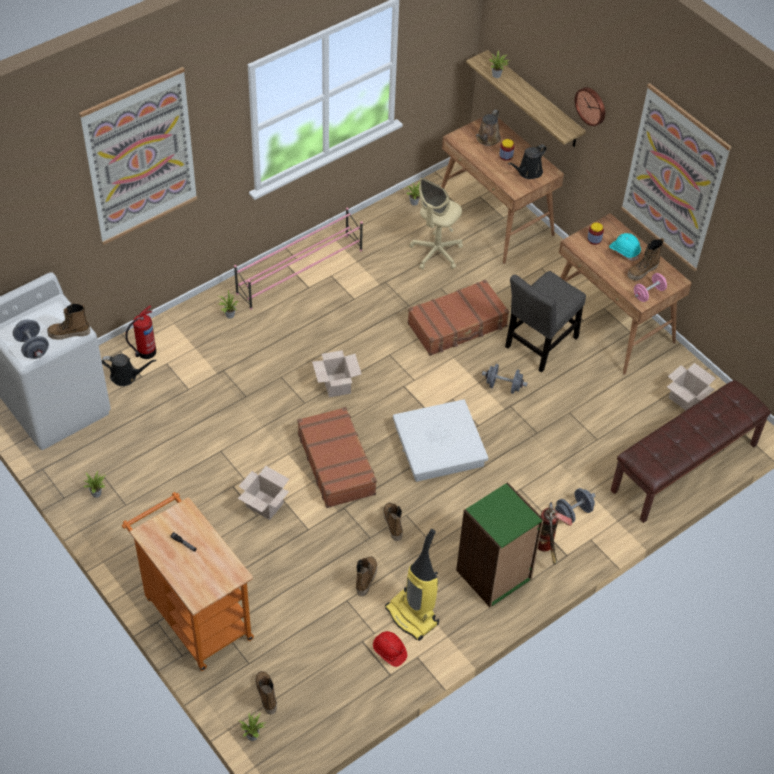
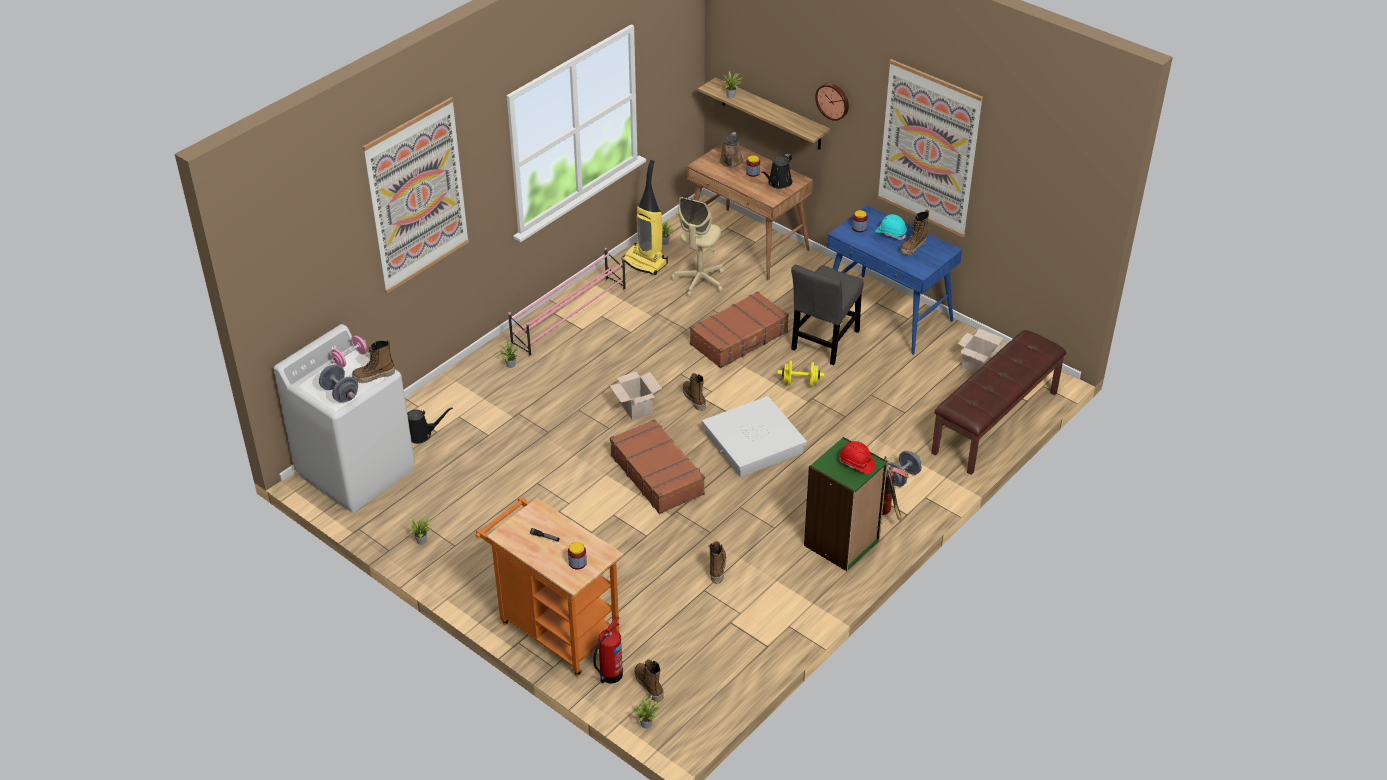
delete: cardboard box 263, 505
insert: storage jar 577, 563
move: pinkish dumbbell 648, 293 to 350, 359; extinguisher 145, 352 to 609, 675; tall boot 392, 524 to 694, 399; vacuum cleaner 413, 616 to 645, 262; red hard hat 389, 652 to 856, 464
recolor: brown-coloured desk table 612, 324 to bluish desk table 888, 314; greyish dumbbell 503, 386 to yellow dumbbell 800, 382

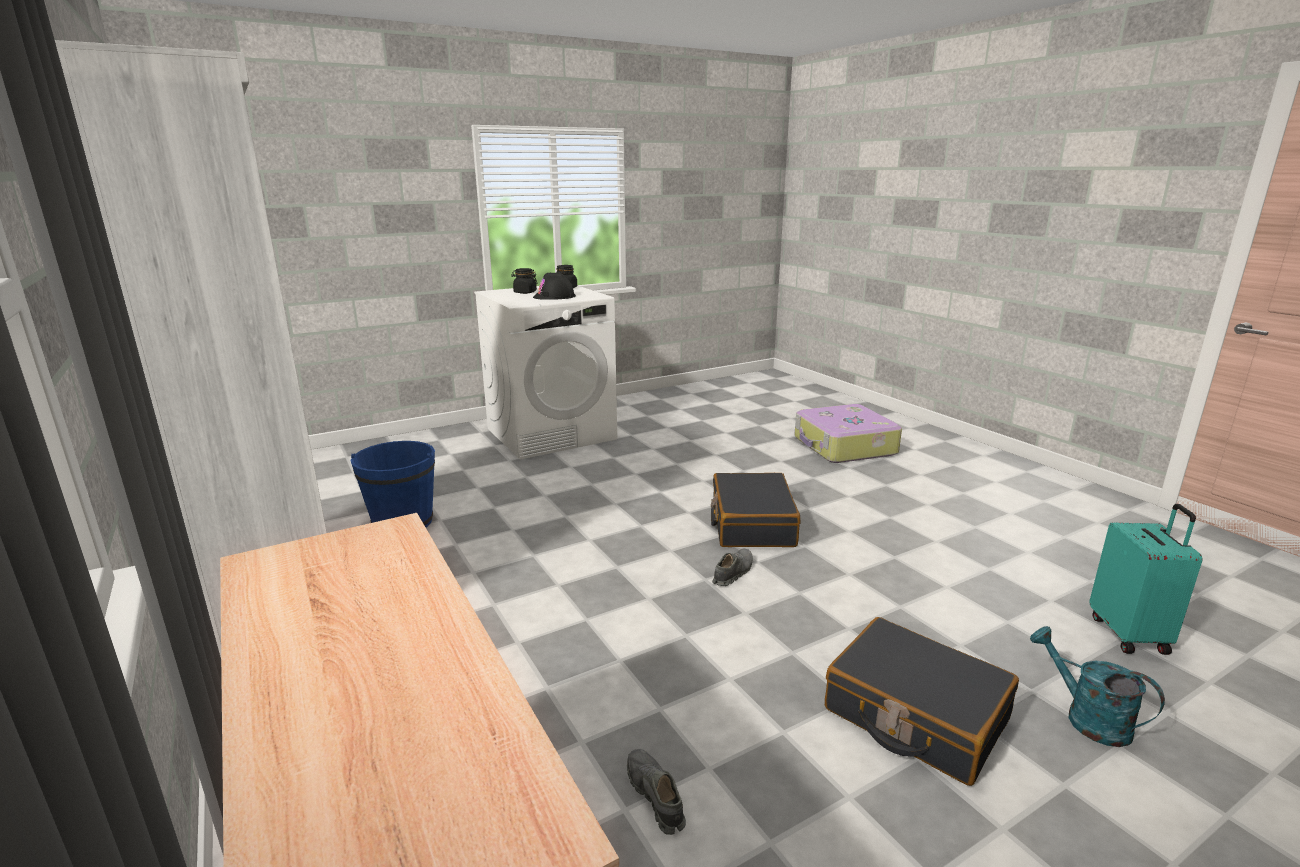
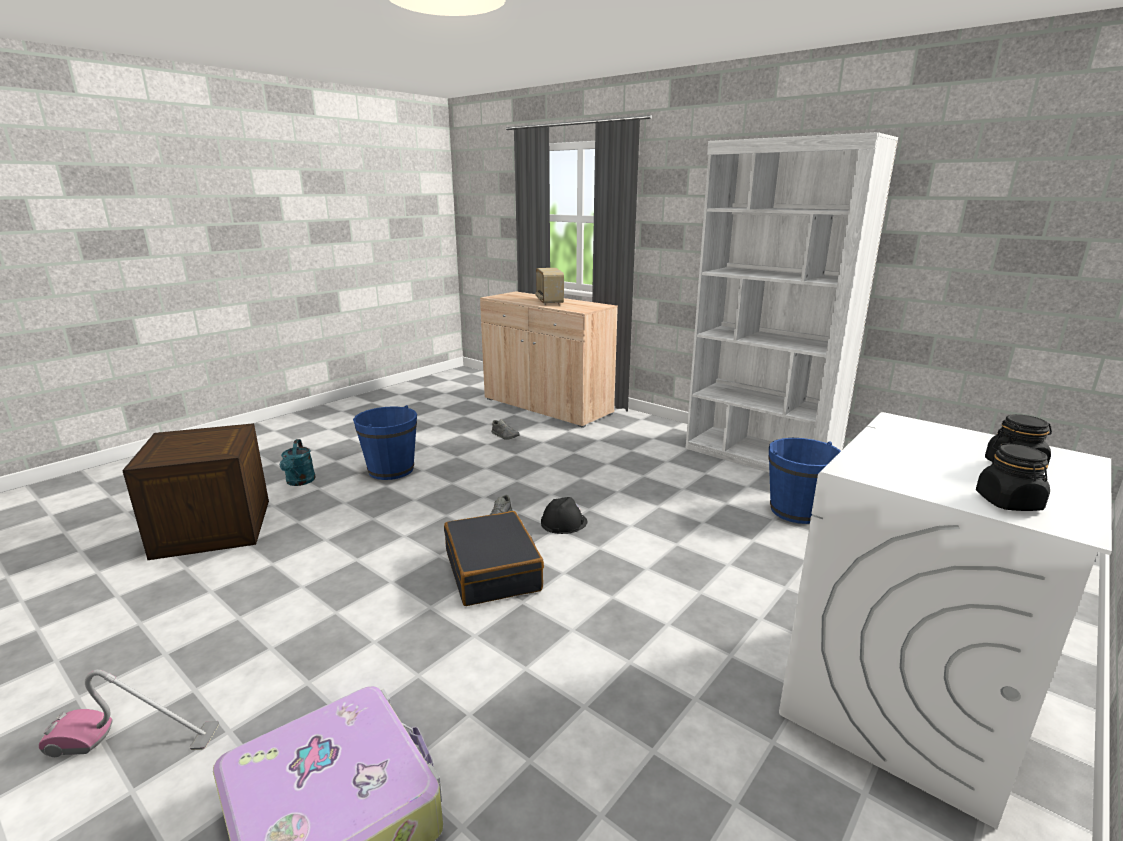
insert: radio set 549, 301; vacuum cleaner 133, 739
move: black-coloured hard hat 554, 296 to 564, 522
replace: turquoise-coloured piece of luggage 1130, 634 to crate 213, 528; black-coloured piece of luggage 914, 715 to bluish pail 391, 470
rotate: turquoise-coloured sprinkling can 1086, 718 = 299, 482 45 degrees clockwise

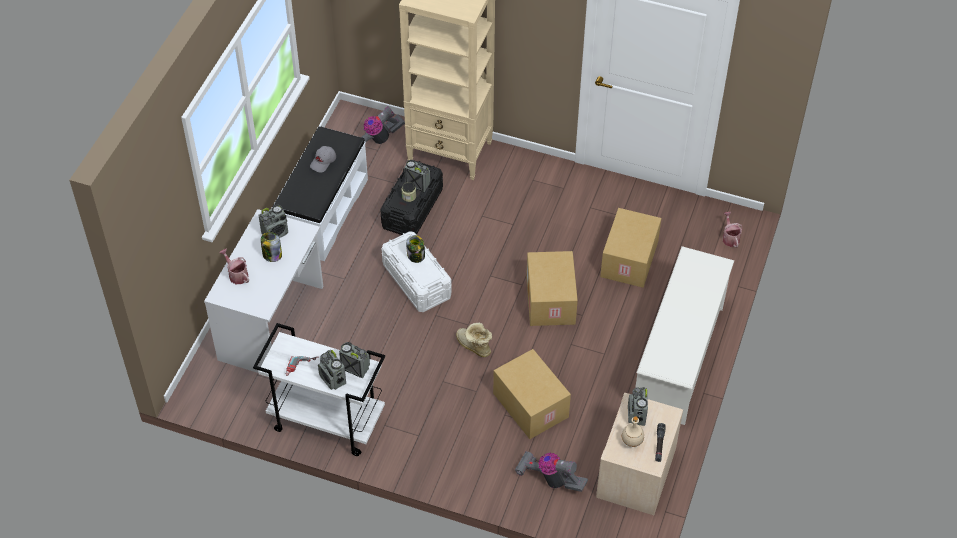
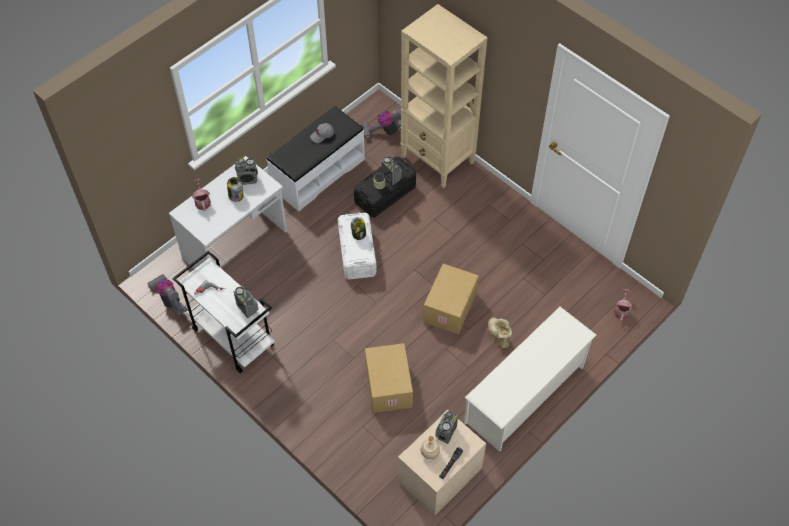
delete: cardboard box 630, 260; radio set 333, 380
move: tall boot 473, 347 to 497, 336; vacuum cleaner 550, 479 to 170, 299

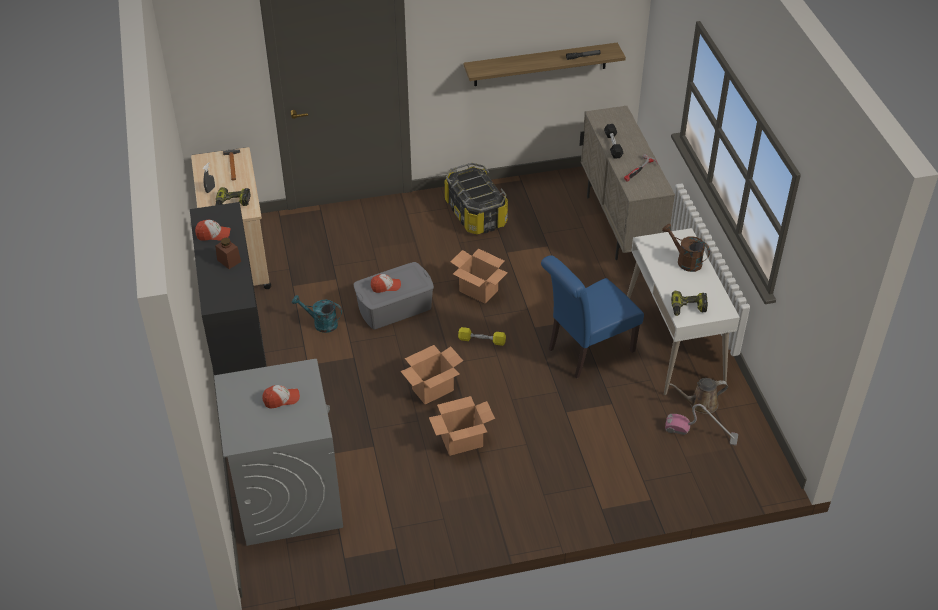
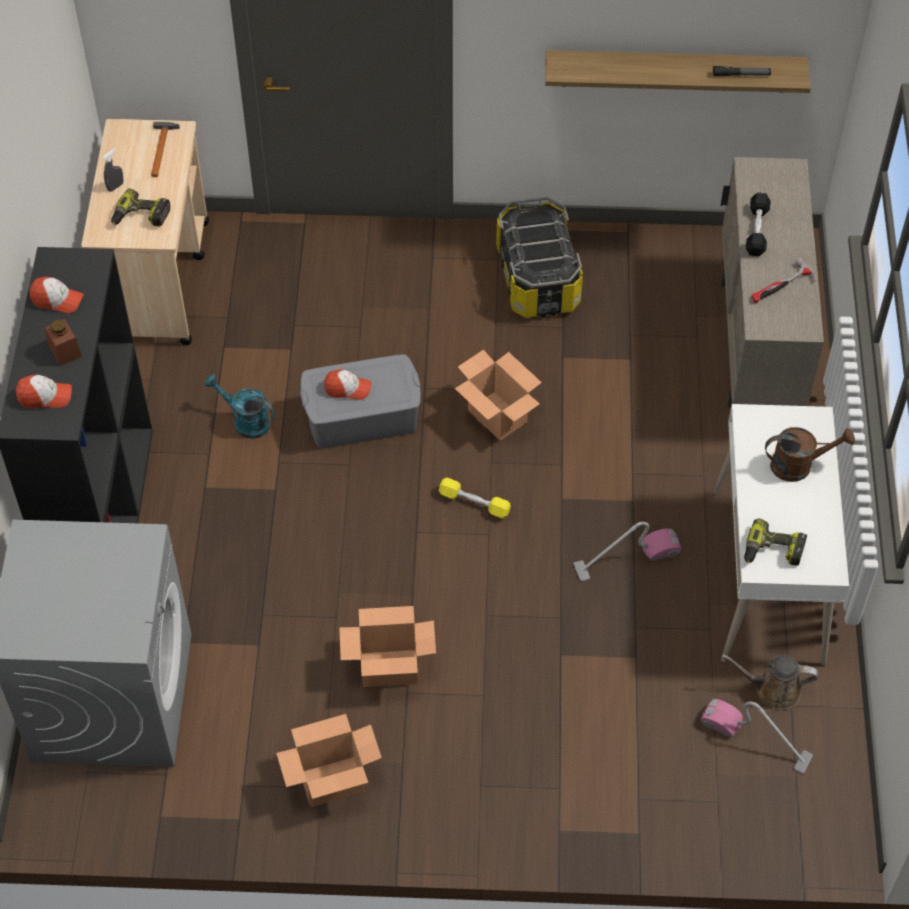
move: cardboard box 432, 390 to 331, 782; baseball cap 281, 399 to 45, 396
replace: bluish chair 586, 351 to vacuum cleaner 627, 558
rotate: brown-coloured sprinkling can 685, 261 = 799, 465 120 degrees clockwise

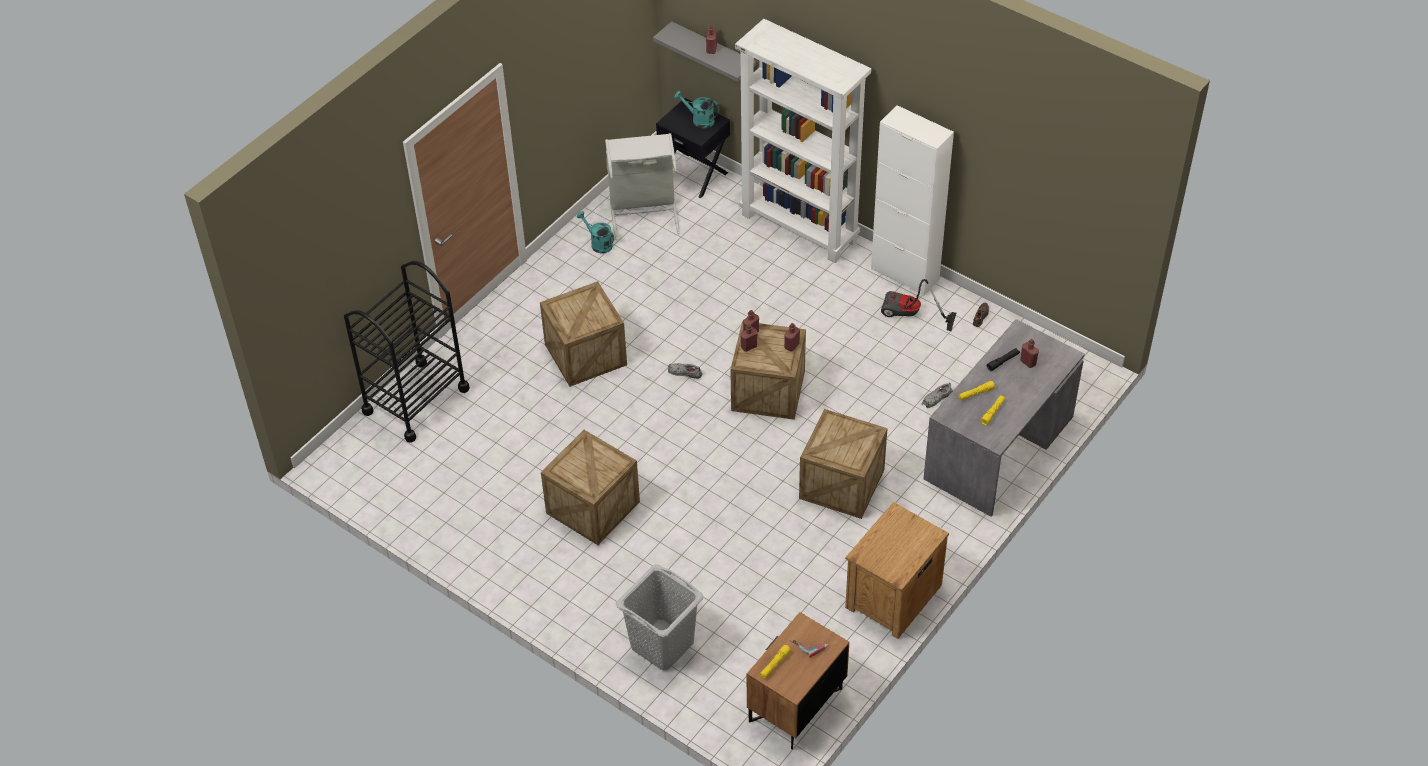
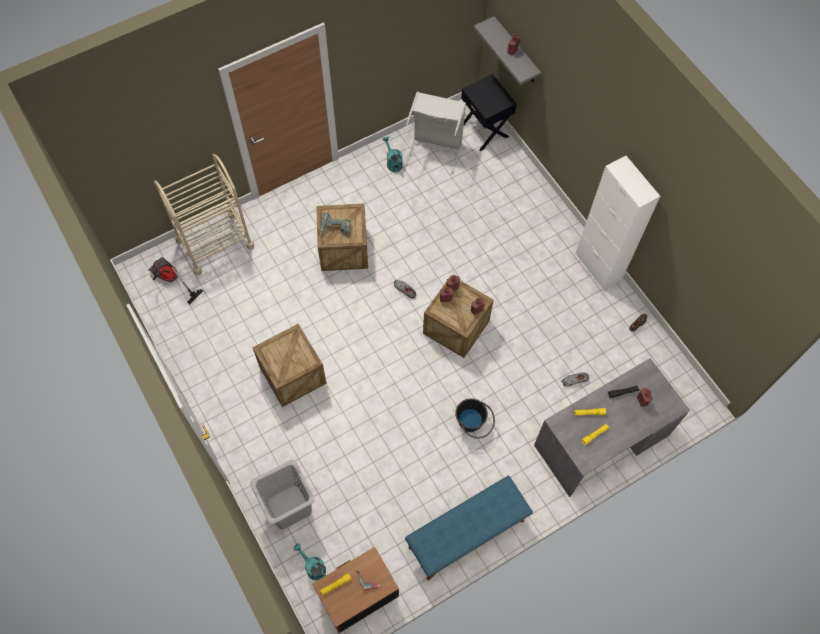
delete: white-coloured shelving unit 800, 228
insert: drill 335, 230
move: turquoise-coloured sprinkling can 699, 120 to 313, 567; vacuum cleaner 910, 315 to 171, 280
replace: crate 841, 484 to black-coloured pail 473, 425; brown-coloured night table 892, 596 to bluish bench 467, 534
recolor: black-coloured trolley 416, 400 to beige trolley 215, 243

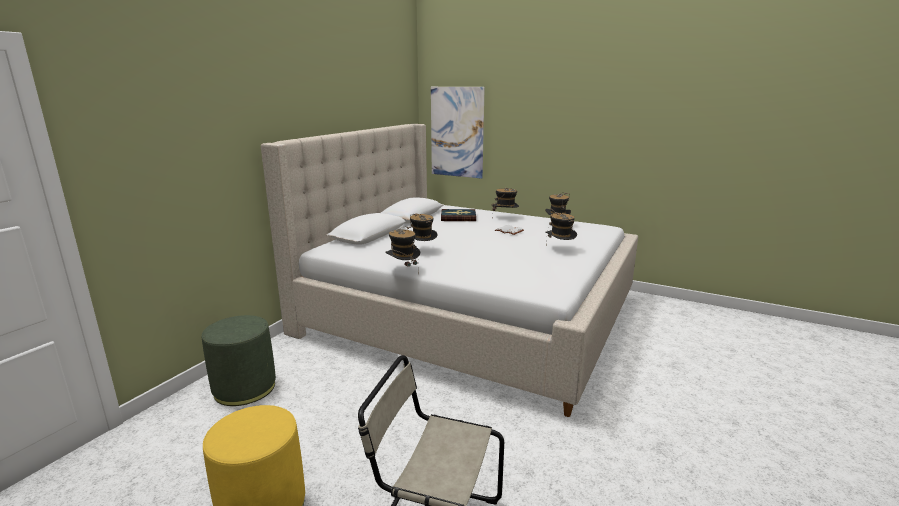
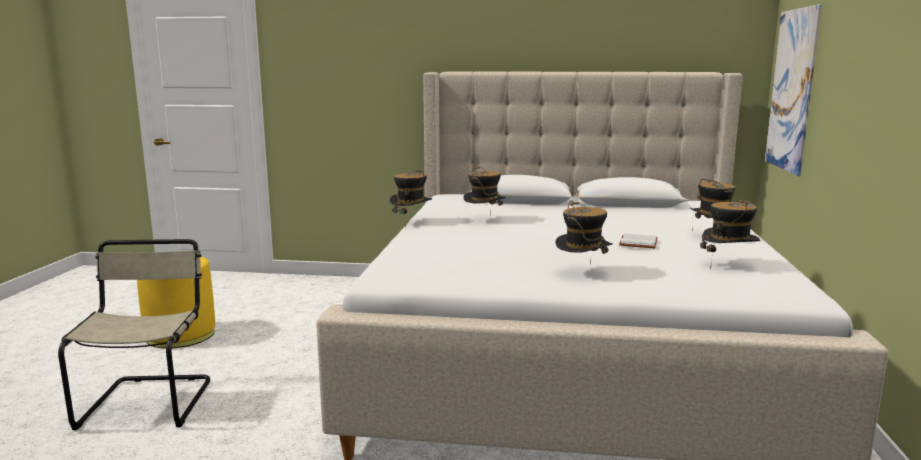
delete: book 458, 217; greenish footrest 245, 388

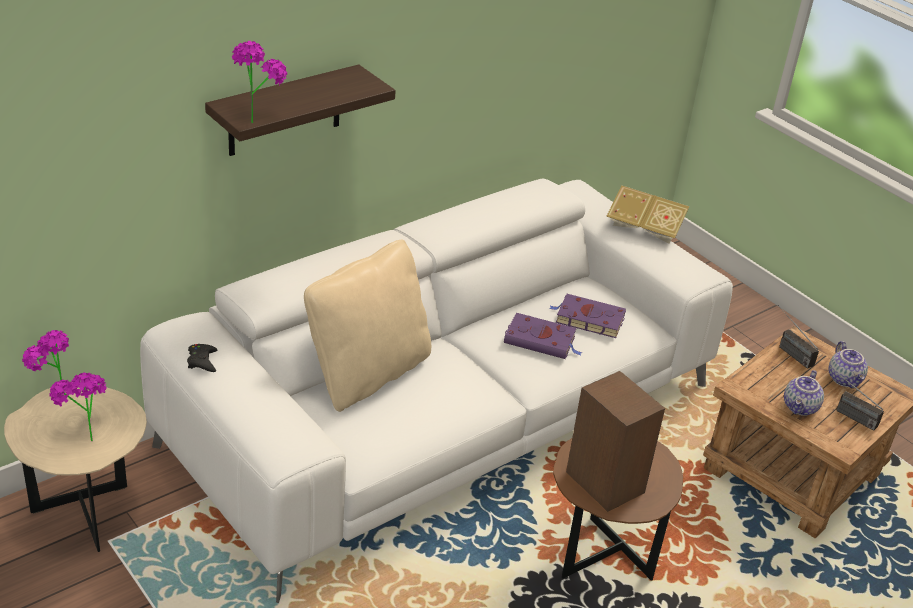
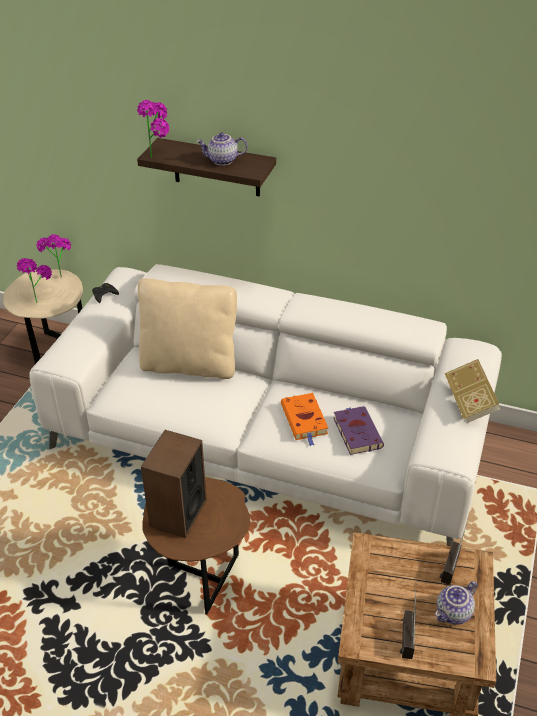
move: pot for tea 801, 408 to 222, 161
recolor: purple-coloured book 541, 341 to orange book 305, 420

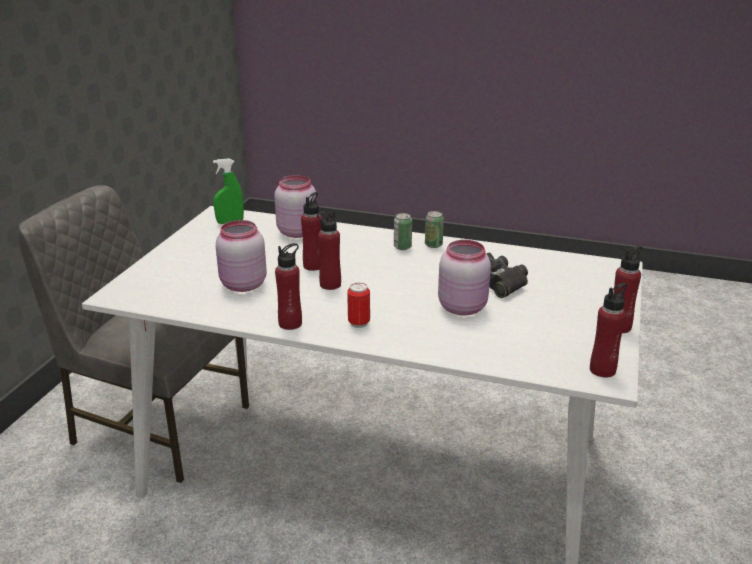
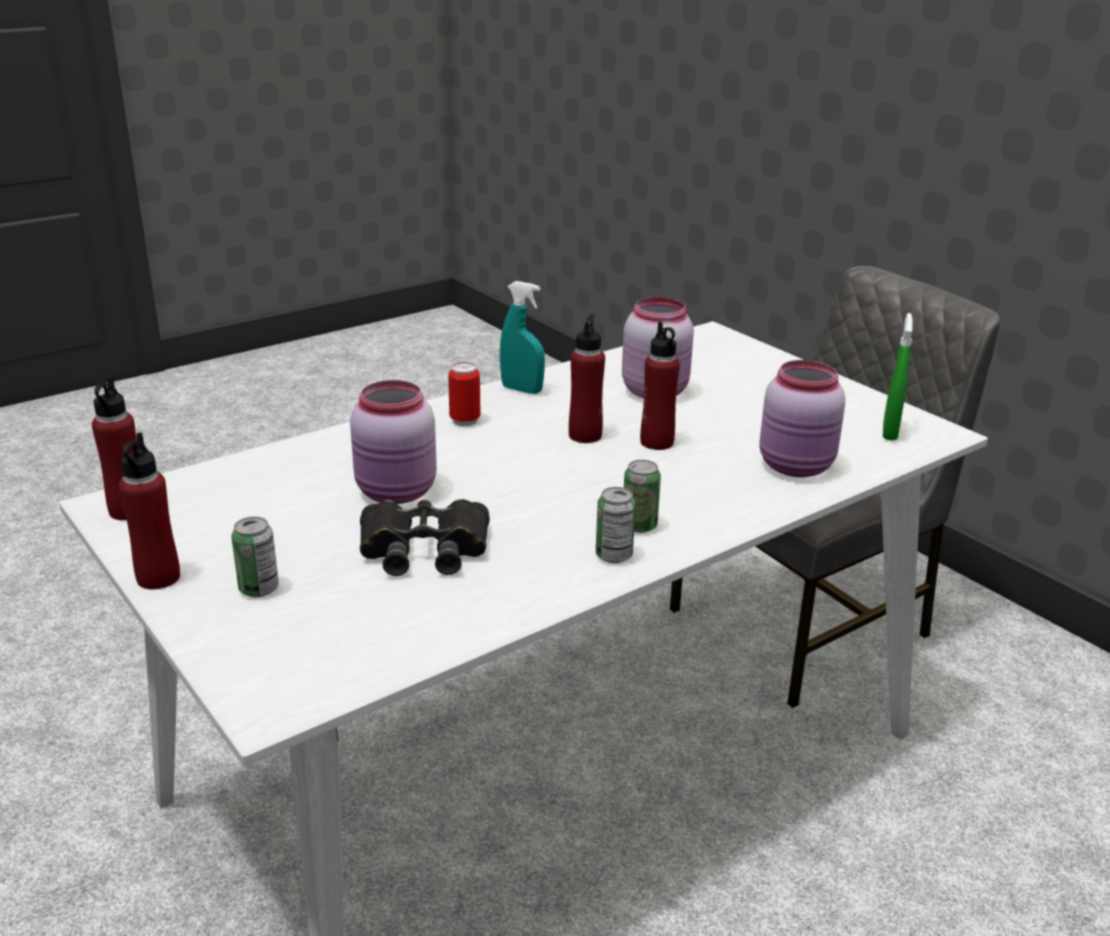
insert: metal can 259, 589
replace: red drink bottle 290, 323 to turquoise-coloured sprayer 522, 389

